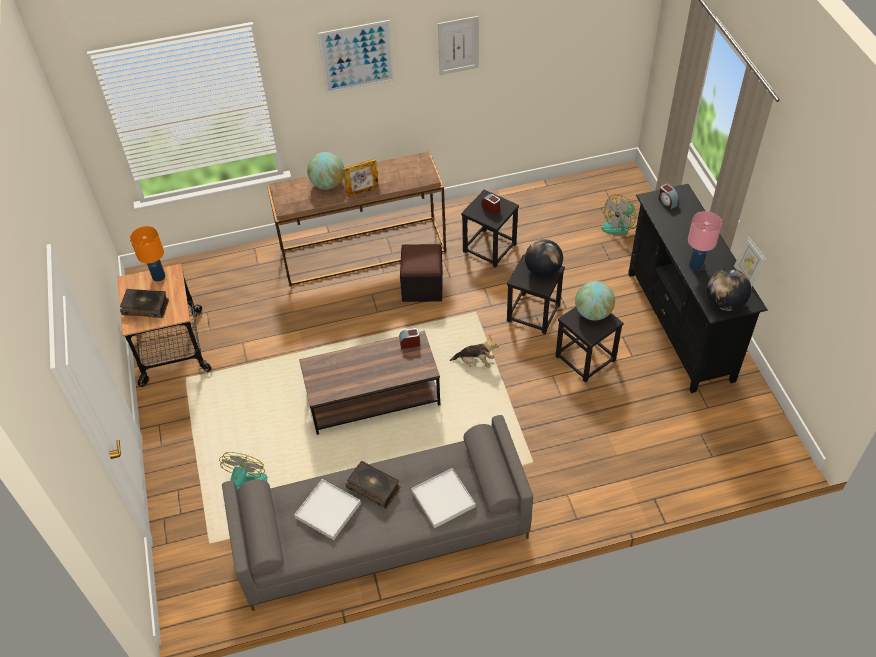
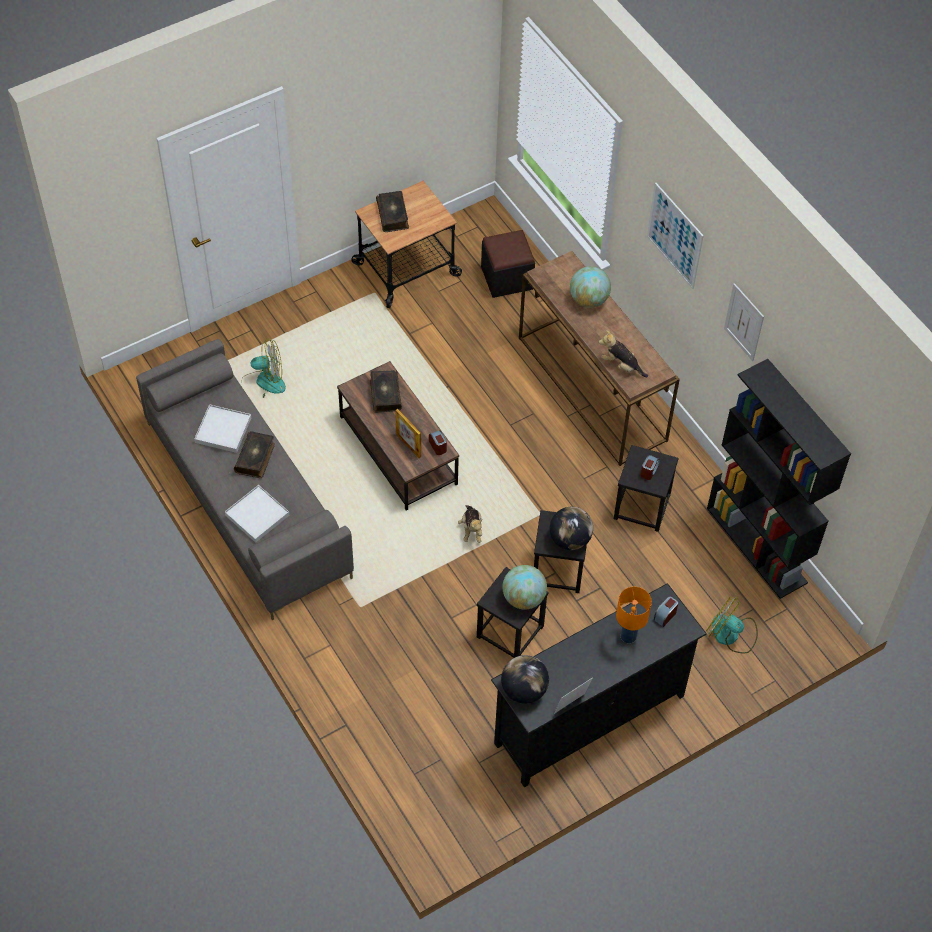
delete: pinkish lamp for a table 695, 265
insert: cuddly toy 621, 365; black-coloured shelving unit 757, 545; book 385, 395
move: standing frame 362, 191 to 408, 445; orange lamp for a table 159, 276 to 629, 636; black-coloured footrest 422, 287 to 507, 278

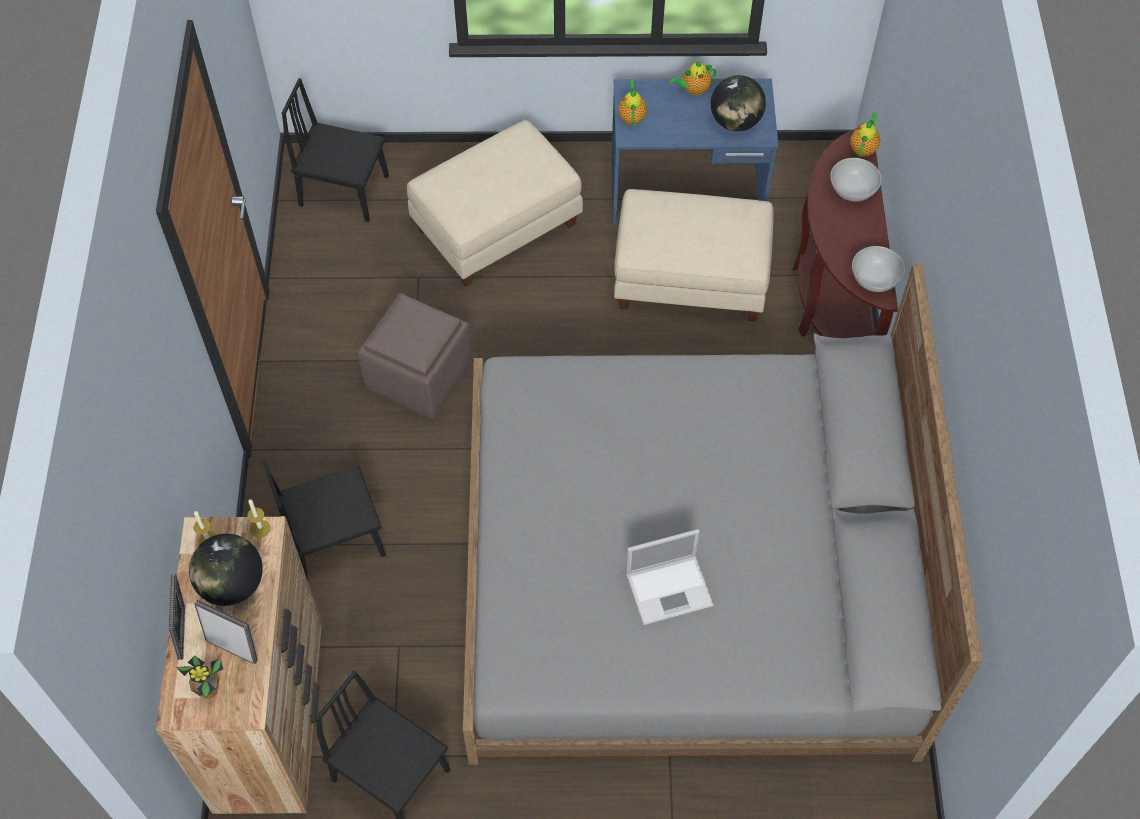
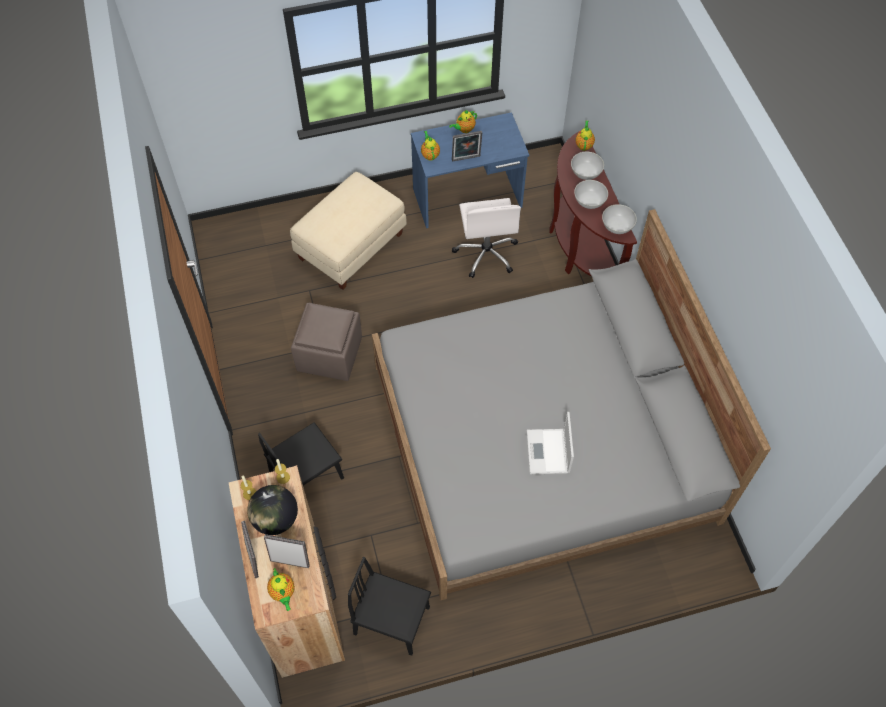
delete: world globe 735, 121; black-coloured chair 344, 191
insert: standing frame 466, 159; white-coloured serving bowl 589, 202
replace: beige footrest 689, 279 to white-coloured desk chair 486, 253; potted plant 209, 690 to pot for tea 283, 593
rotate: portable computer 670, 588 = 548, 452 120 degrees clockwise

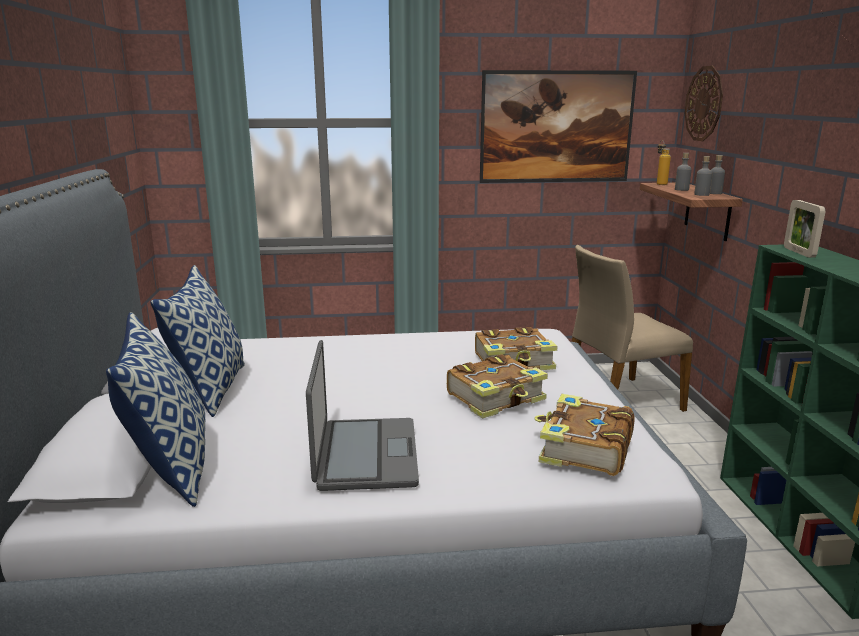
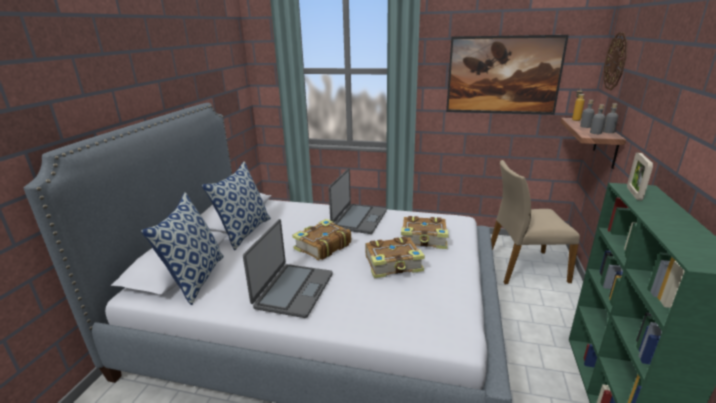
insert: portable computer 359, 219
move: book 583, 449 to 322, 246

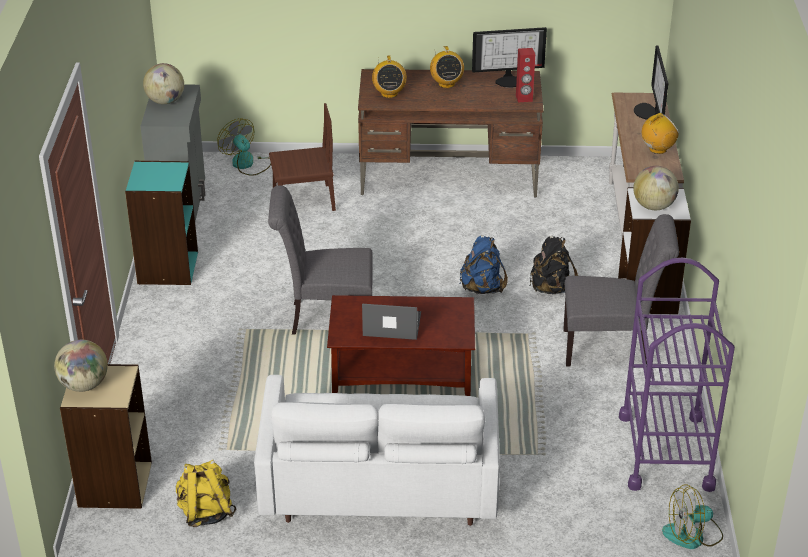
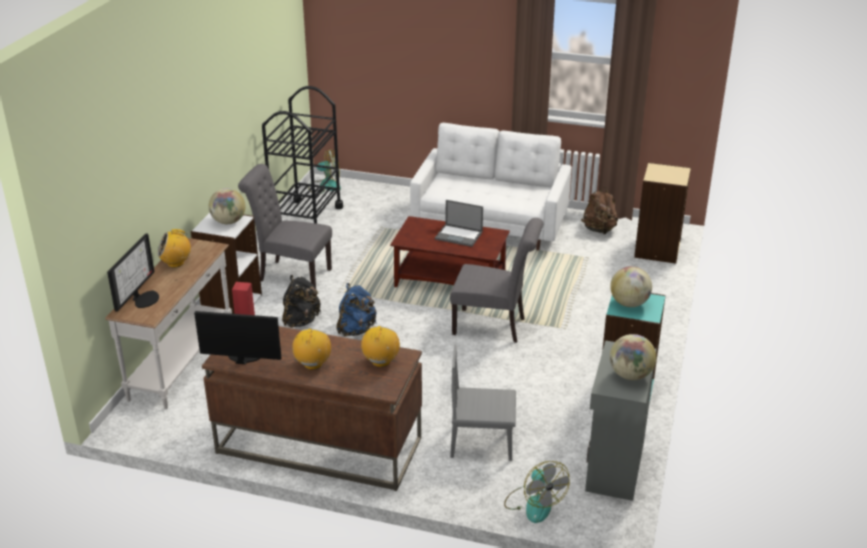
move: world globe 84, 385 to 629, 303
recolor: brown-coloured chair 303, 200 to greyish chair 482, 442; purple-coloured trolley 666, 451 to black-coloured trolley 306, 219; yellow knapsack 205, 512 to brown-coloured knapsack 599, 230

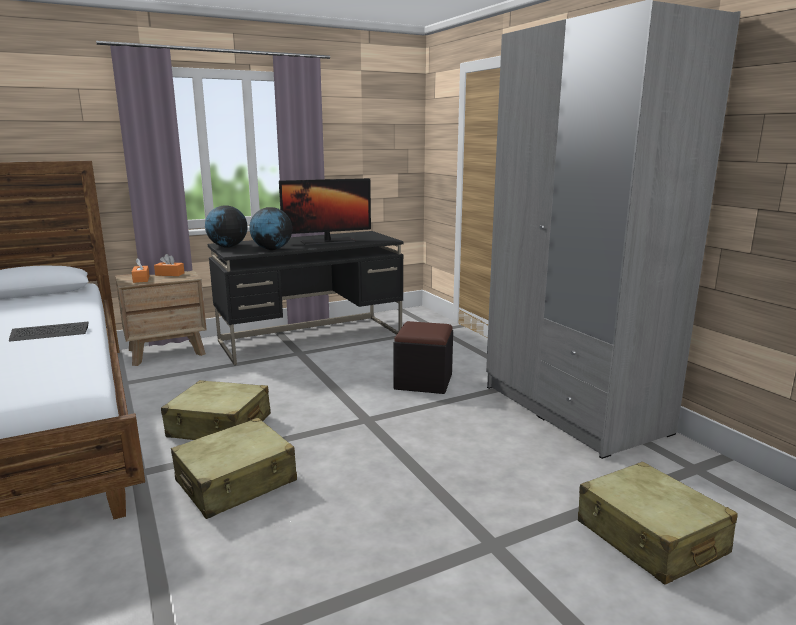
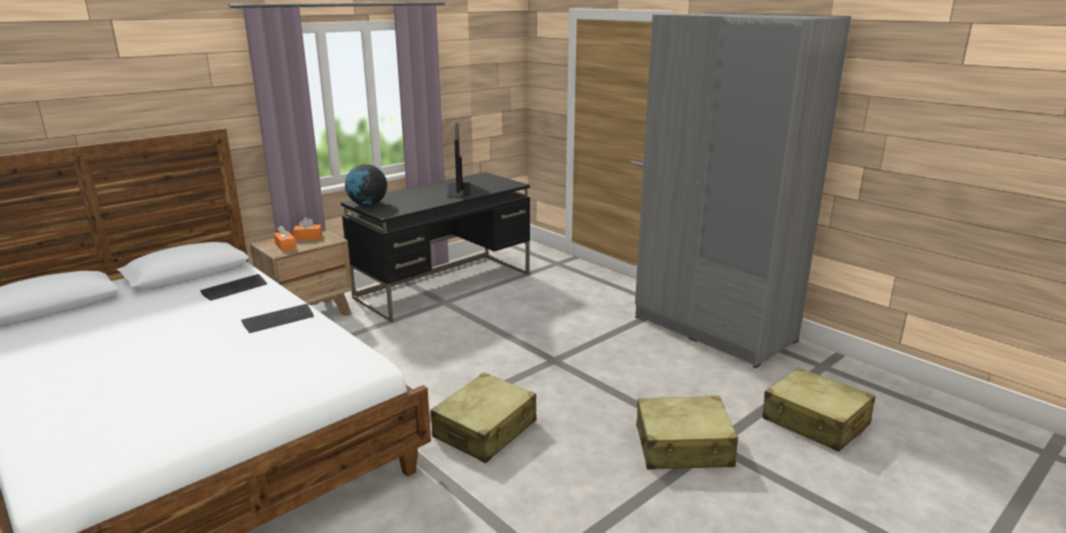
delete: world globe 272, 249; black-coloured footrest 423, 381
insert: keyboard 234, 288
move: beige piece of luggage 220, 426 to 683, 447
rotate: monitor 327, 241 = 459, 190 120 degrees clockwise

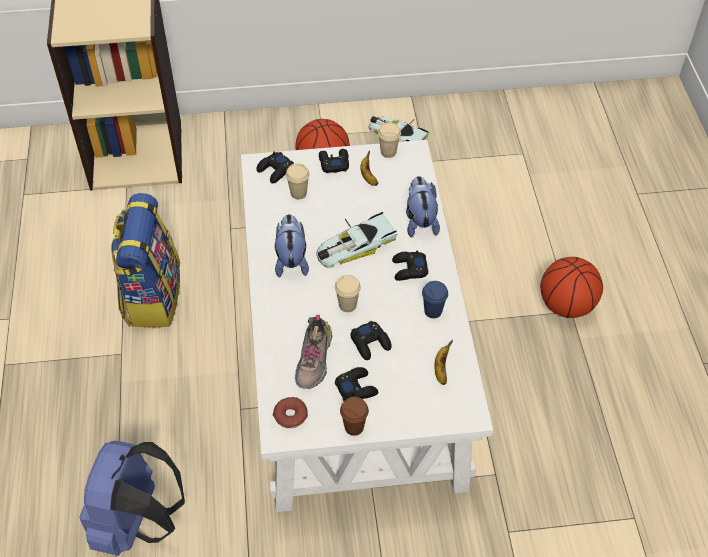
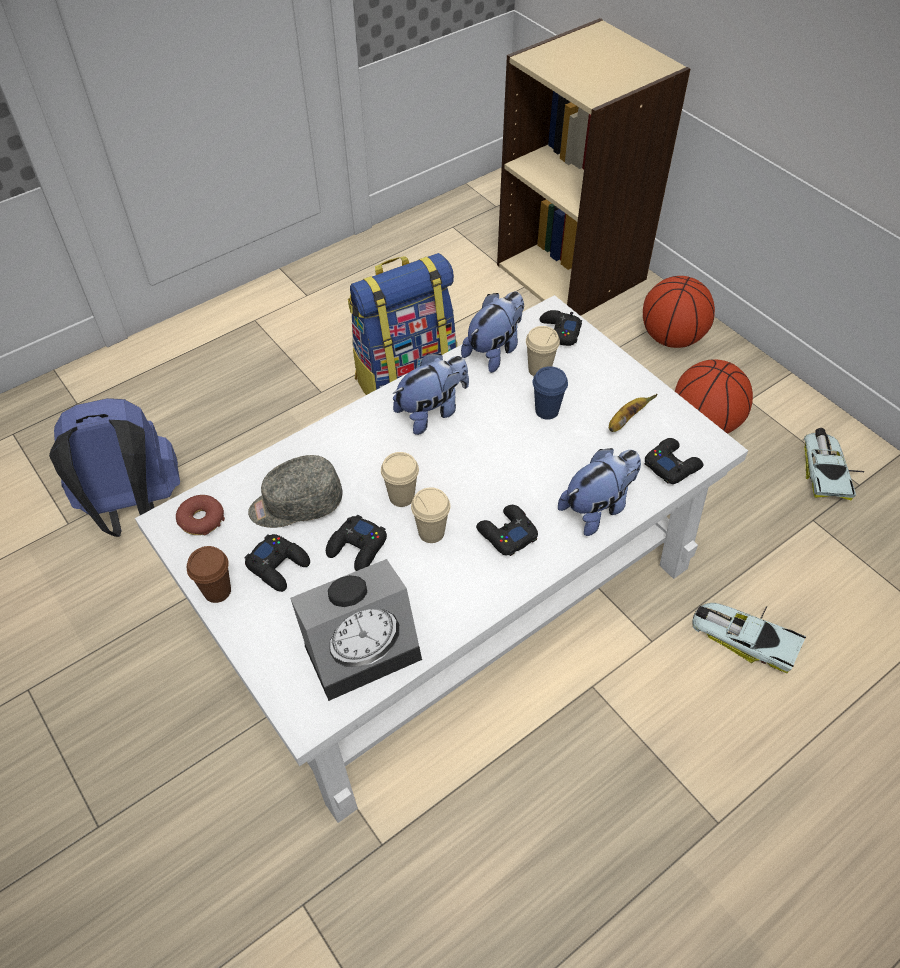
insert: cuddly toy 494, 350
move: beige drinking cup 388, 152 to 431, 532; black-coloured gamepad 333, 163 to 672, 465; toy car 354, 245 to 744, 636; ball for basketball 565, 305 to 671, 338; bluish drinking cup 433, 311 to 546, 411
replace: shoe 314, 360 to greyish baseball cap 296, 504; banana fruit 441, 369 to bedside clock 364, 646

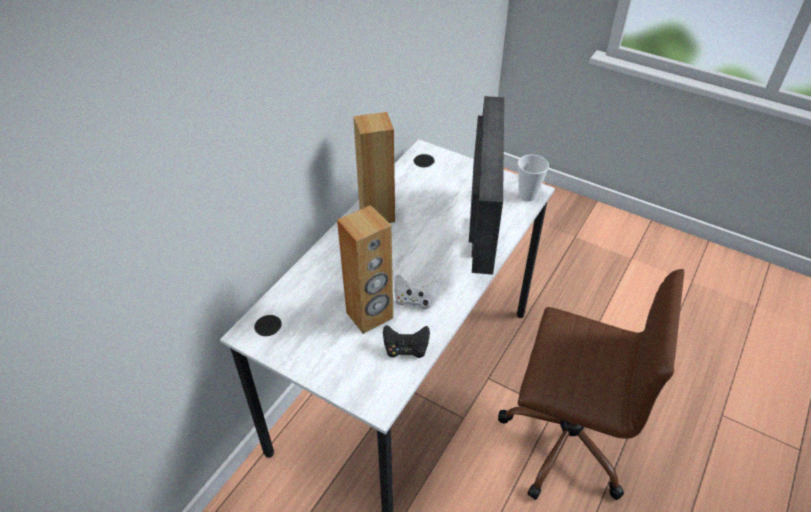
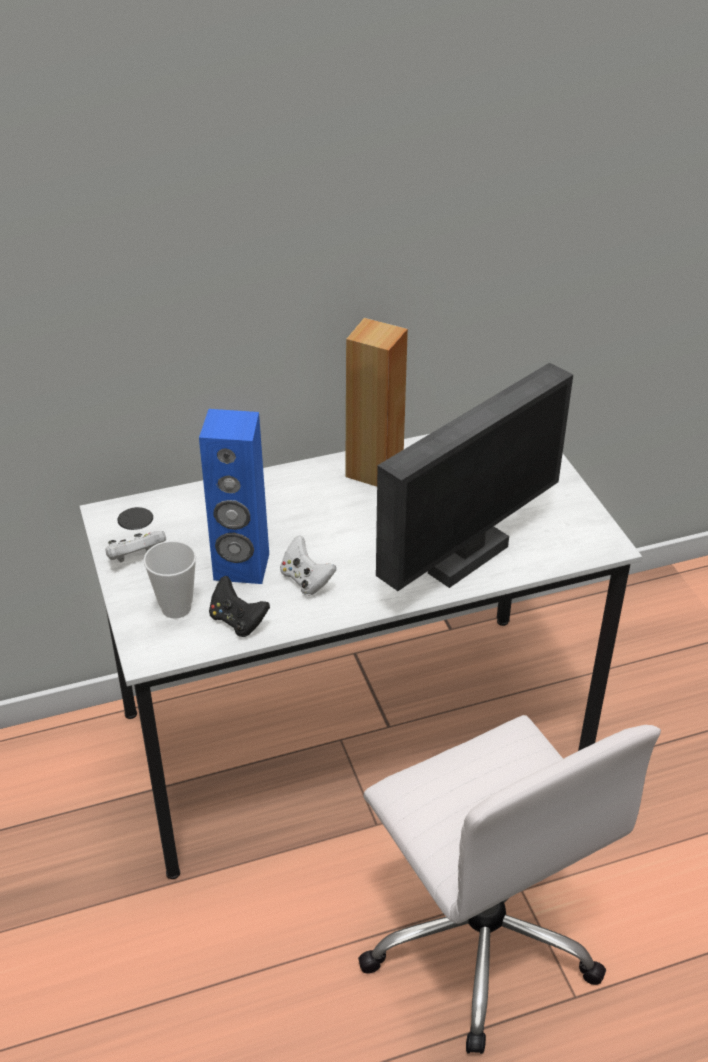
insert: white-coloured gamepad 136, 558
move: drinking cup 527, 195 to 176, 608
recolor: brown-coloured speaker 370, 315 to bluish speaker 241, 567; brown-coloured desk chair 564, 437 to white-coloured desk chair 481, 936

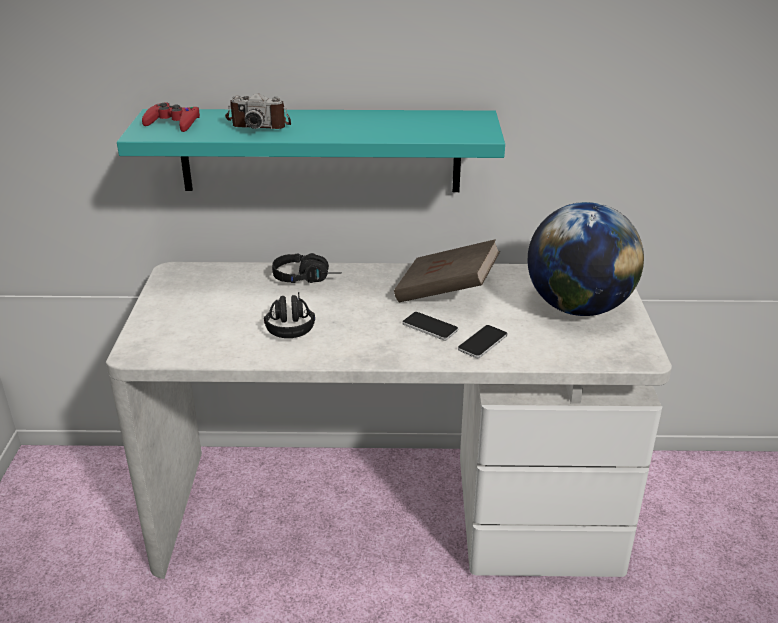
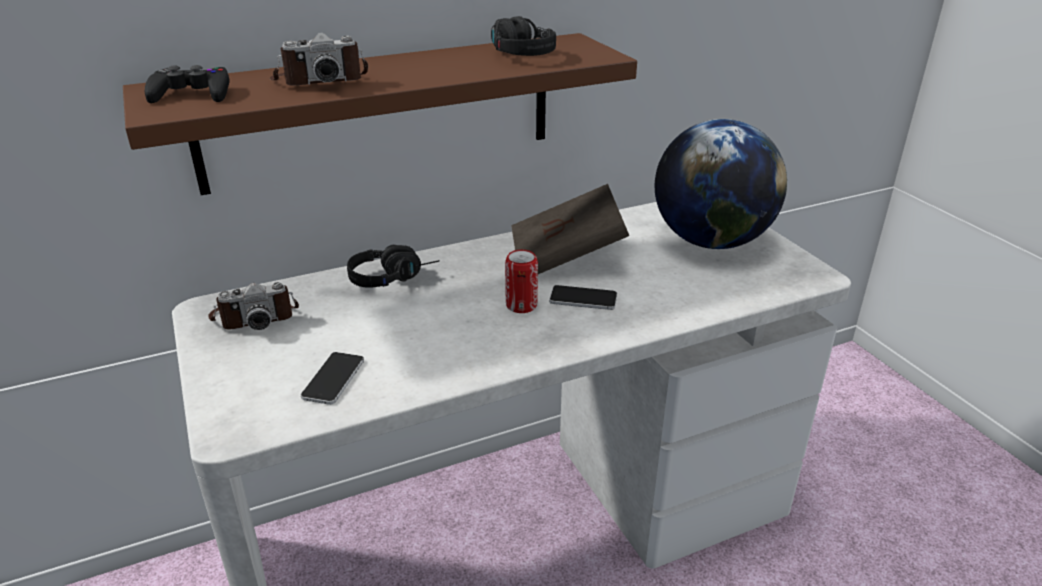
insert: metal can 521, 305; photo camera 255, 316
move: black-coloured headset 290, 323 to 516, 53; telephone 482, 342 to 333, 379
recolor: red gamepad 173, 123 to black-coloured gamepad 192, 94; turquoise-coloured bracket shelf 320, 151 to brown-coloured bracket shelf 380, 111

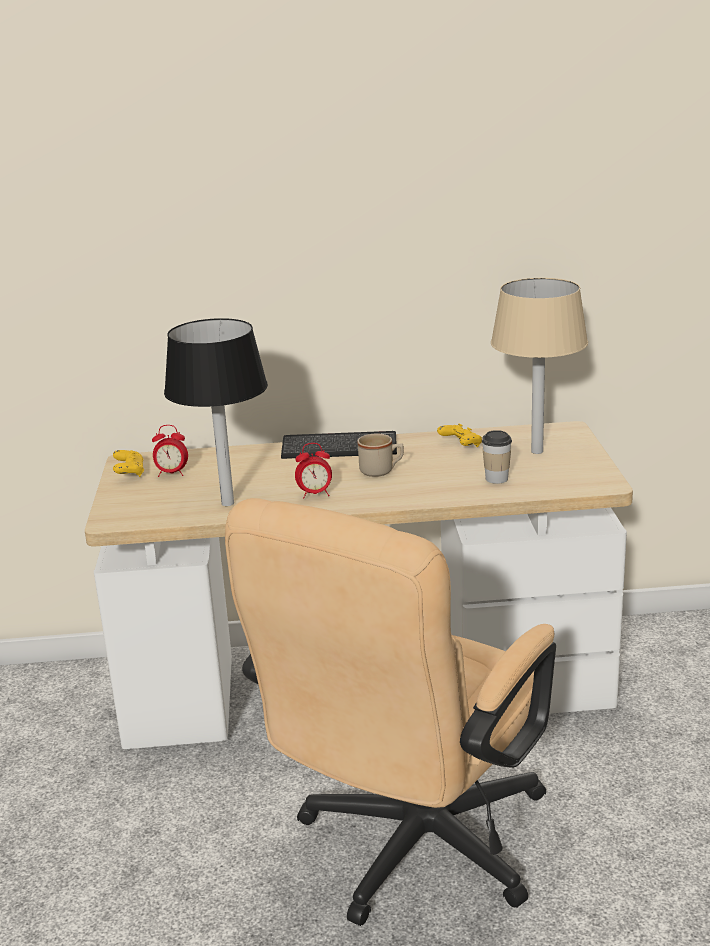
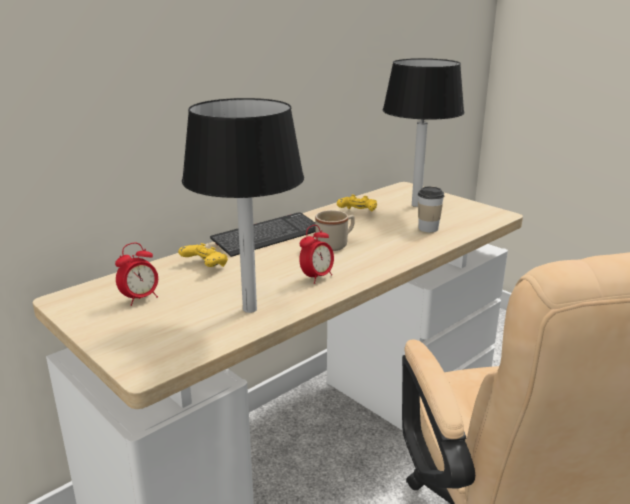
move: yellow gamepad 129, 472 to 205, 266
recolor: beige lamp for a table 536, 451 to black-coloured lamp for a table 416, 205

